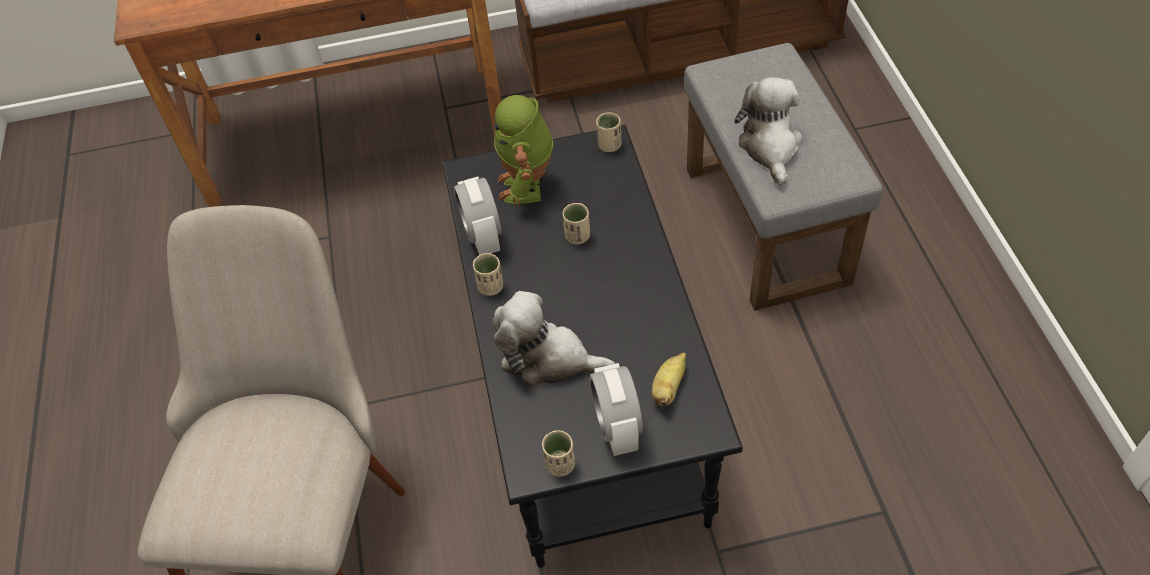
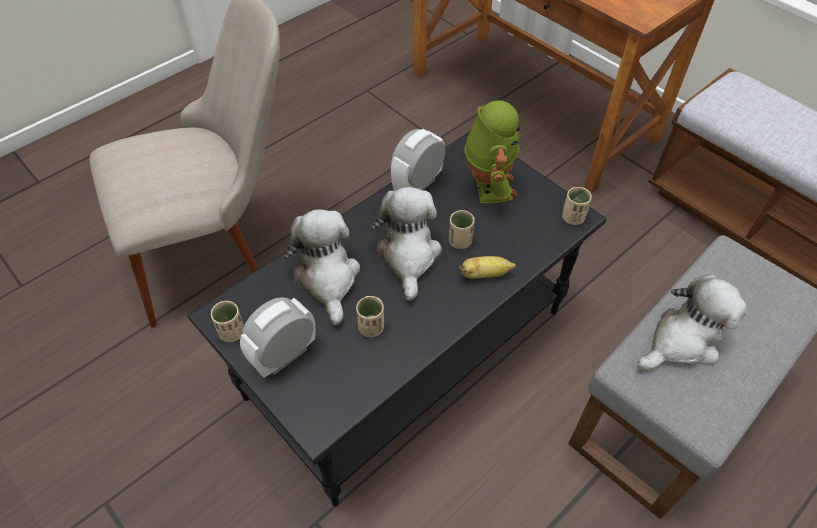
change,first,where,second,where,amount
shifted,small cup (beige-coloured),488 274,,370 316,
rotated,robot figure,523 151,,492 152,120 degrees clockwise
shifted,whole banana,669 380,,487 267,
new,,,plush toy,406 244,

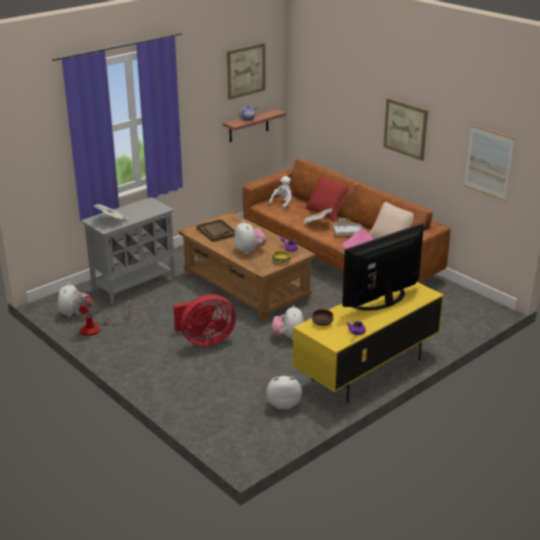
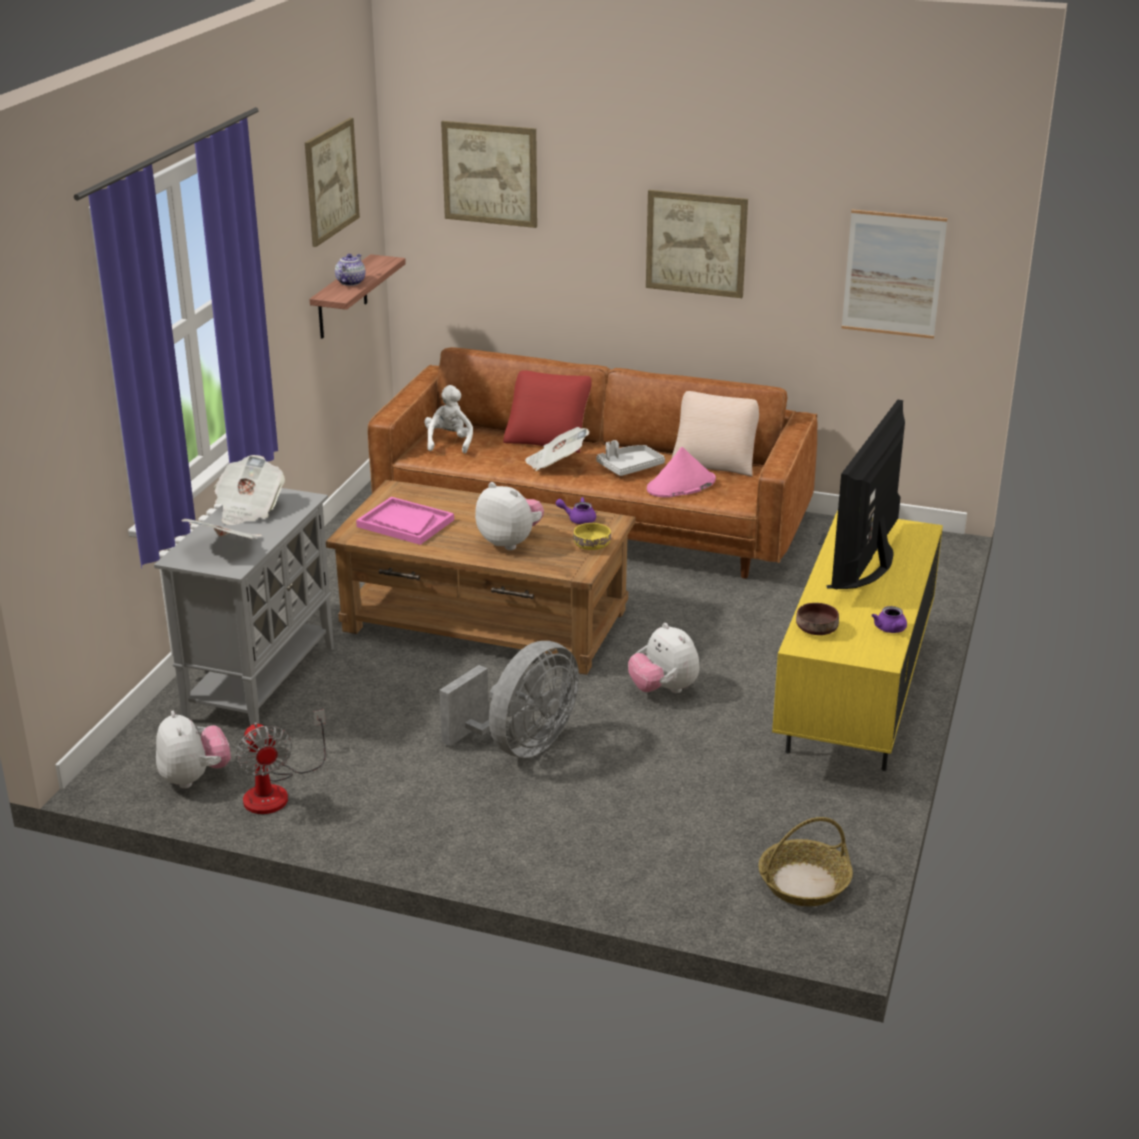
change,first,where,second,where,amount
repainted,cooling fan (red-coloured),204 320,cooling fan (grey),509 699,
repainted,serving tray (brown-coloured),215 230,serving tray (pinkish),405 521,
gone,plush toy,284 392,,,
new,,,printed paper,249 490,
new,,,picture,489 174,
new,,,household basket,806 861,

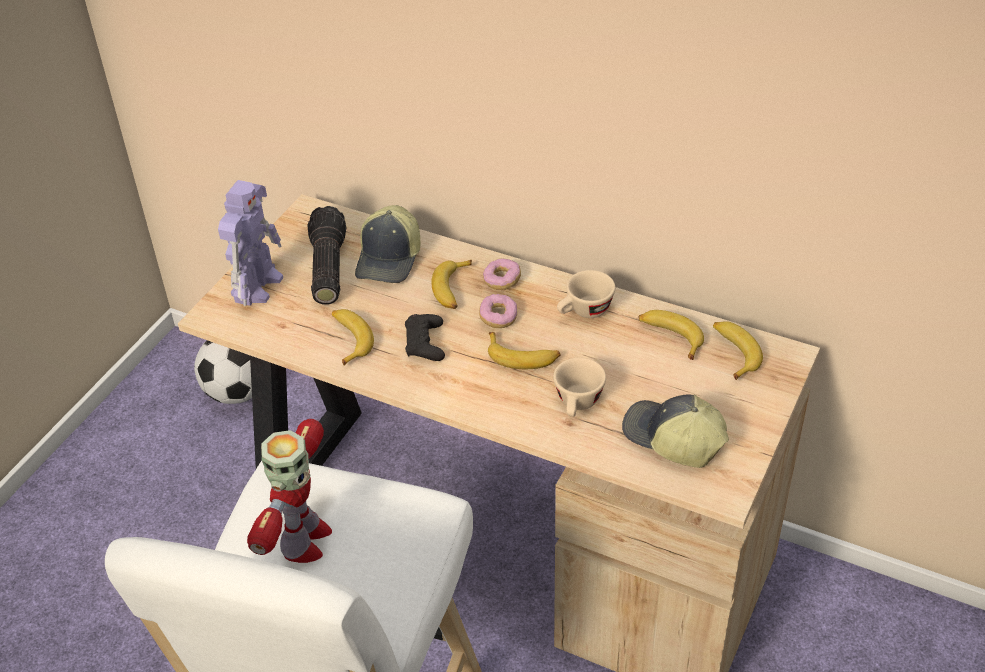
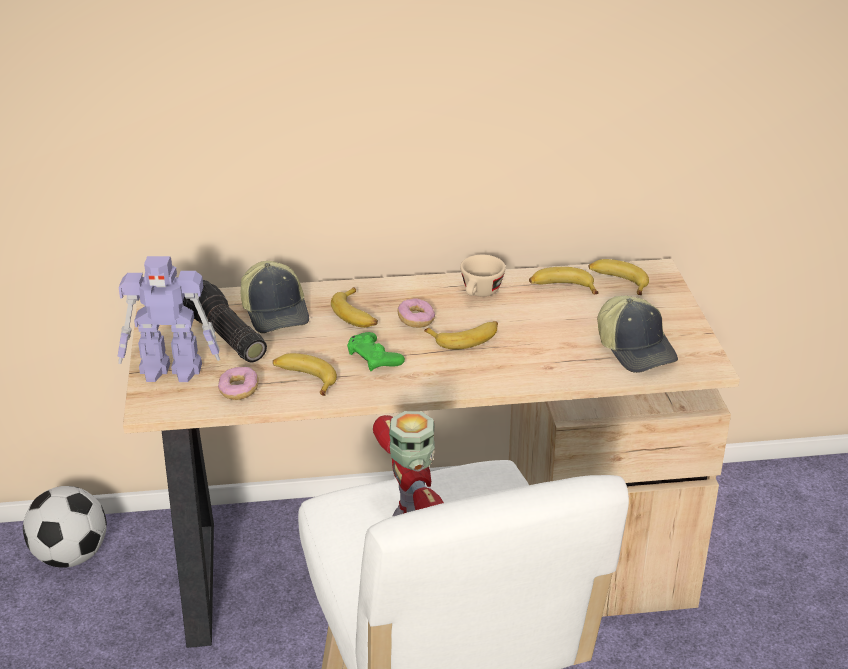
change,first,where,second,where,amount
rotated,robot figure,250 243,,169 319,105 degrees clockwise
repainted,gamepad (black-coloured),425 337,gamepad (green-coloured),376 351,
shifted,ring doughnut,502 274,,238 383,
gone,small cup (beige-coloured),579 387,,,
rotated,peaked cap,675 431,,637 334,120 degrees counterclockwise

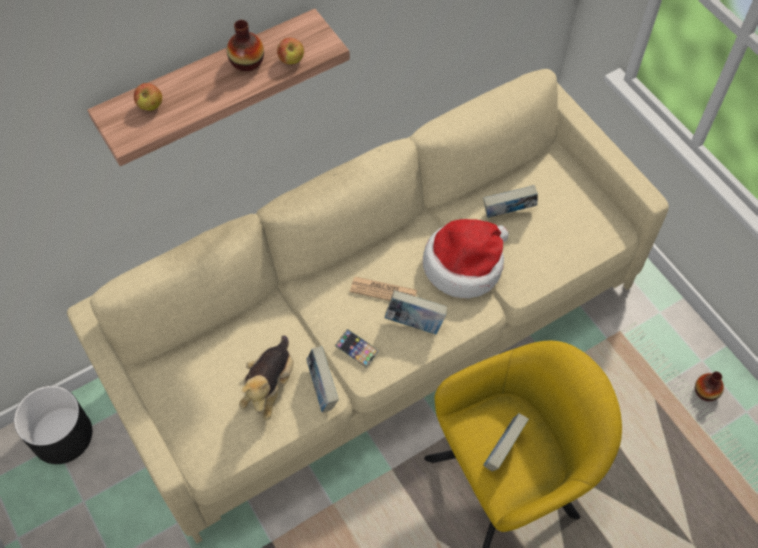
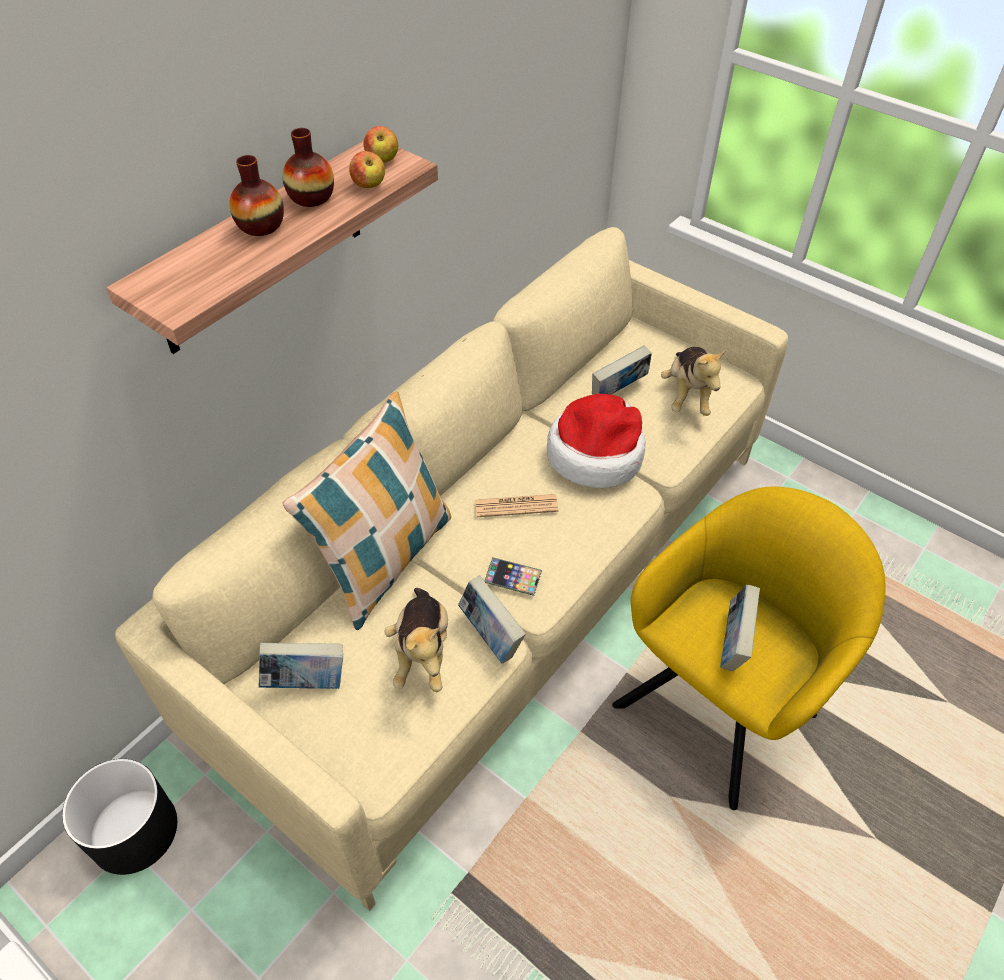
change,first,where,second,where,amount
shifted,apple fruit,148 97,,381 144,
shifted,volume,415 312,,301 666,
shifted,decorative vase,709 386,,256 195,
new,,,pillow,367 510,
new,,,plush toy,693 381,

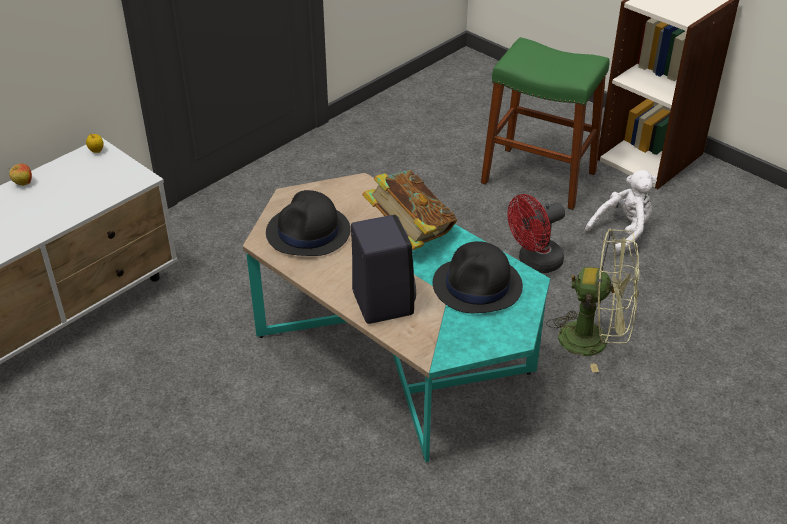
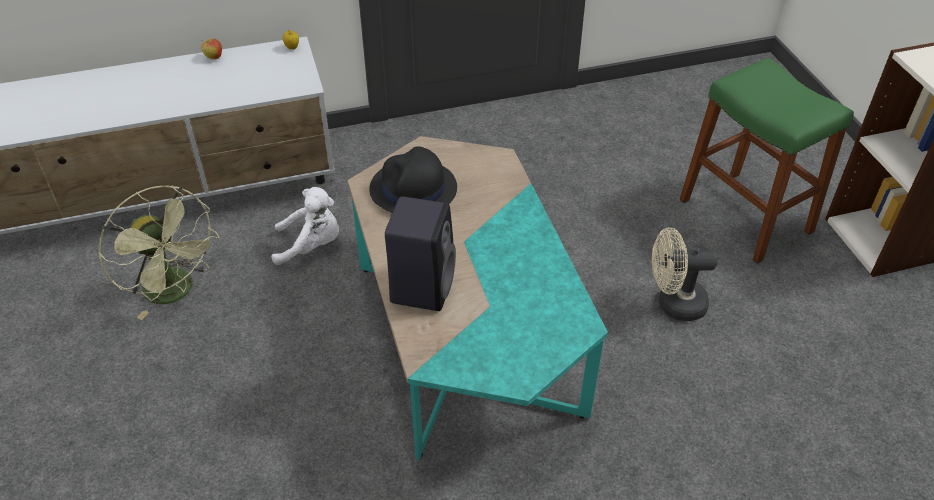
change,first,where,second,where,amount
gone,volume,409 210,,,
gone,clothing hat (black-coloured),478 277,,,
repainted,cooling fan (red-coloured),536 233,cooling fan (beige-coloured),685 274,
shifted,cooling fan (green-coloured),592 300,,158 252,
shifted,plush toy (white),621 212,,305 226,

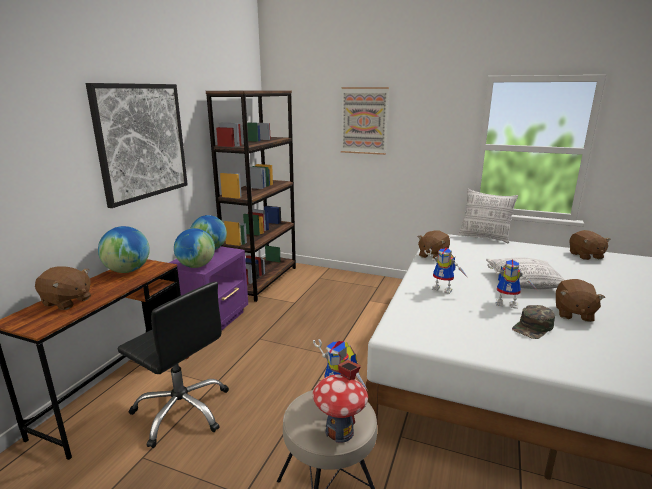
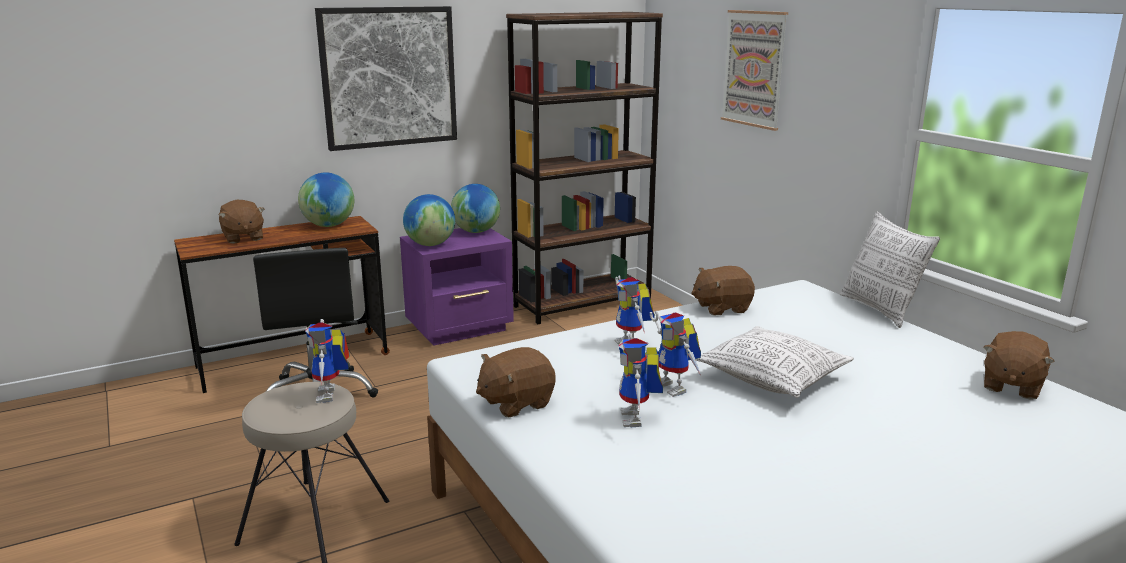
change,first,where,second,where,amount
gone,model house,340 401,,,
swapped,peaked cap (green-coloured),533 322,robot figure,640 380,
shifted,plush toy (brown-coloured),580 300,,516 382,

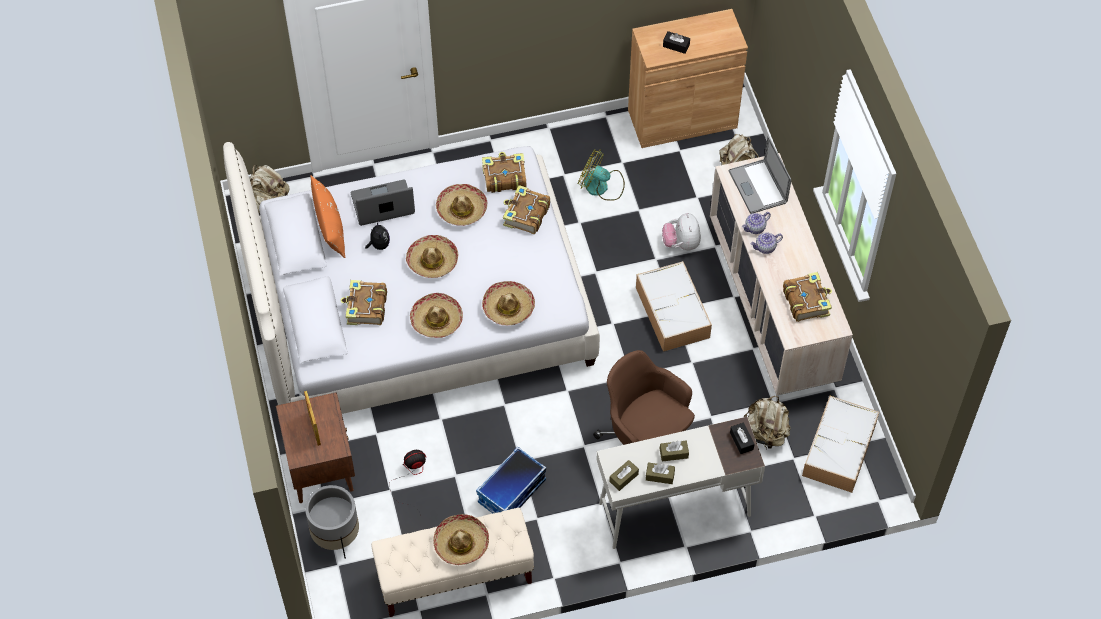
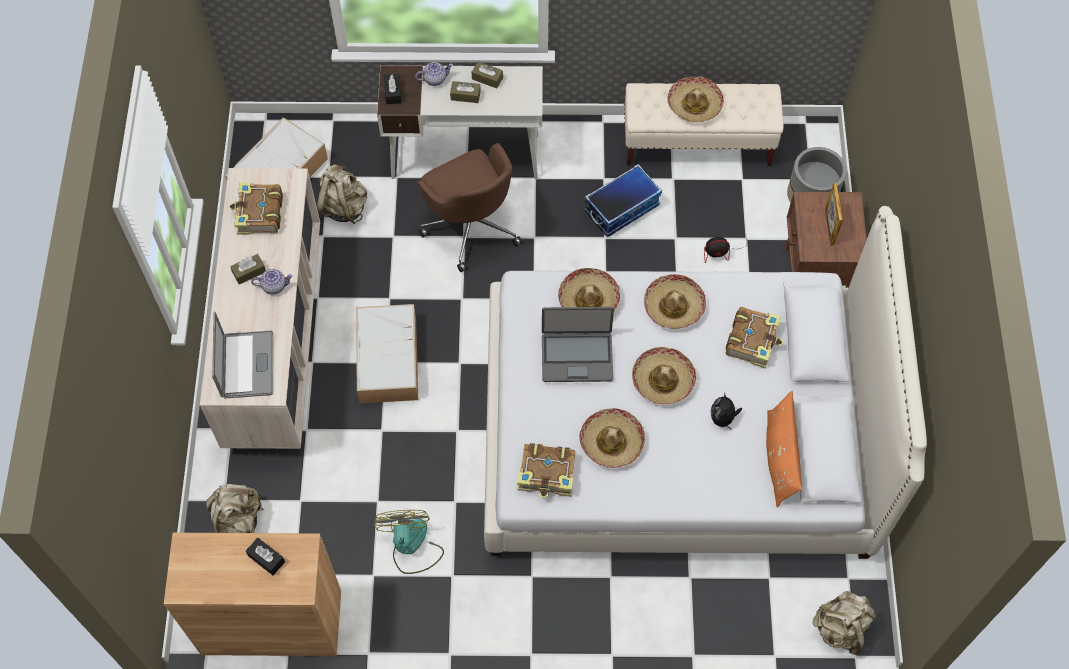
change,first,where,second,where,amount
shifted,notebook computer,383 203,,578 344,
gone,volume,526 209,,,
rotated,cooling fan,601 175,,408 542,135 degrees counterclockwise
shifted,tissue box (brown-coloured),624 475,,248 269,
gone,plush toy,681 231,,,
shifted,teapot,756 223,,434 74,

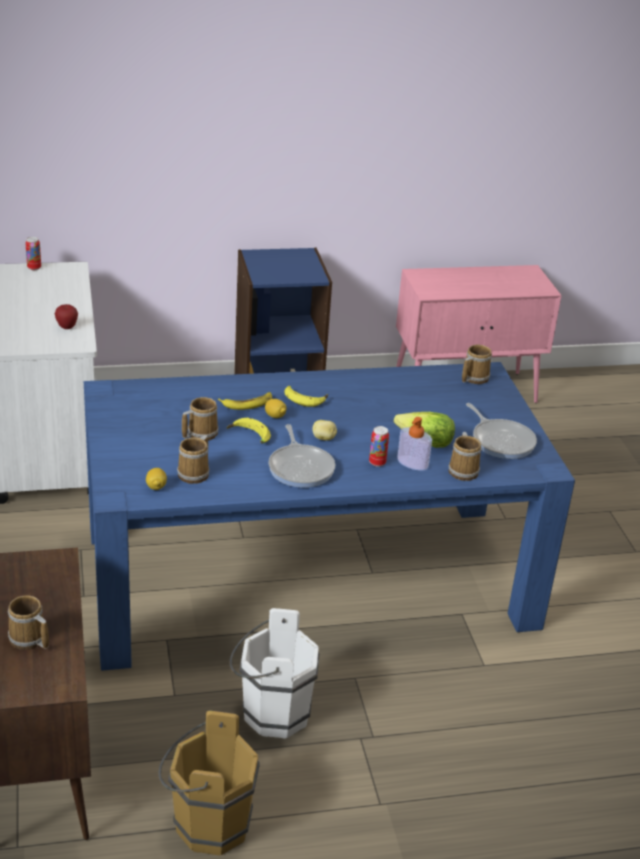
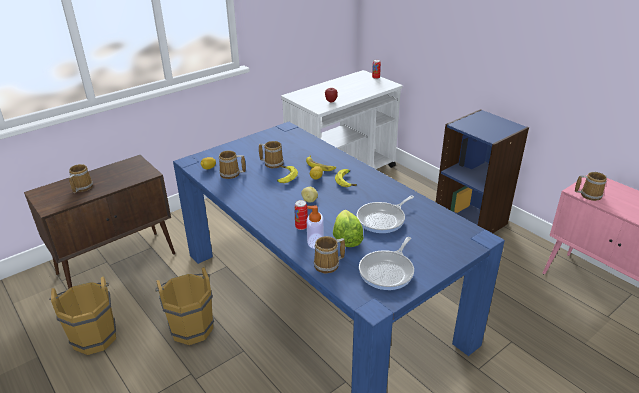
change,first,where,second,where,amount
repainted,bucket (white),275 673,bucket (brown-coloured),184 306,
shifted,frying pan,301 456,,385 214,
shifted,mug,477 364,,591 186,

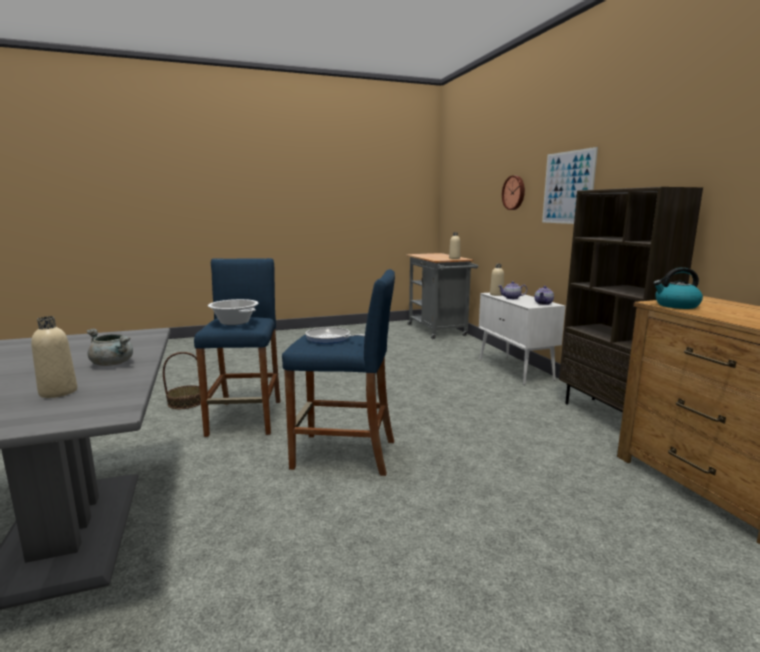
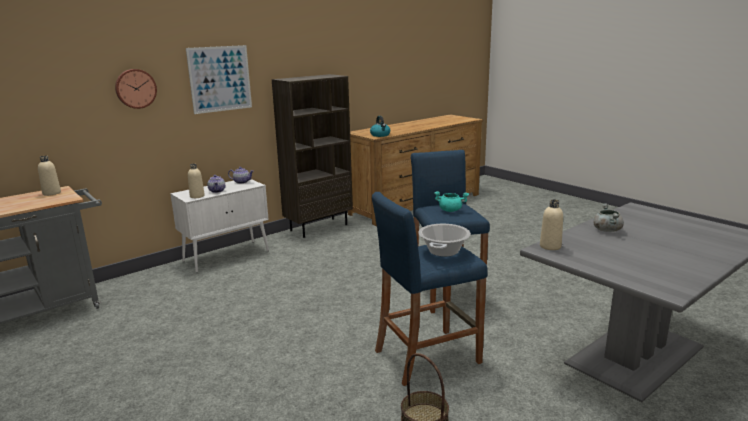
change,first,where,second,where,amount
shifted,drink bottle (beige-coloured),54 357,,551 224,
swapped,frying pan,335 335,saucepot (turquoise),451 201,

